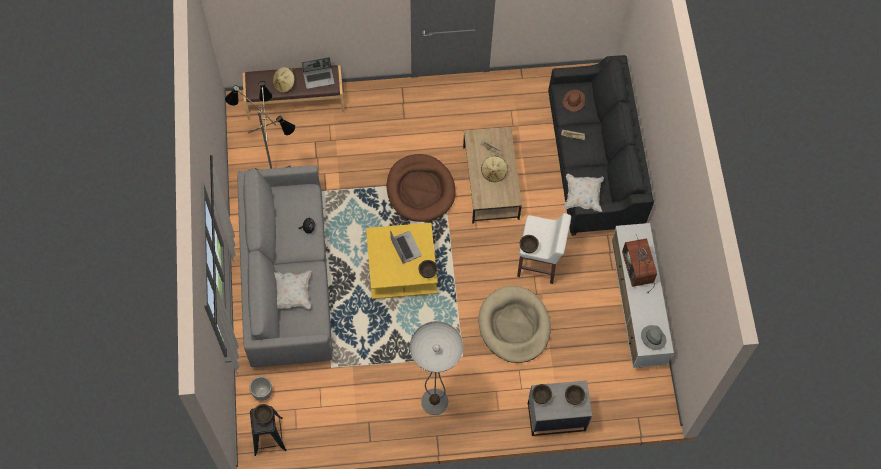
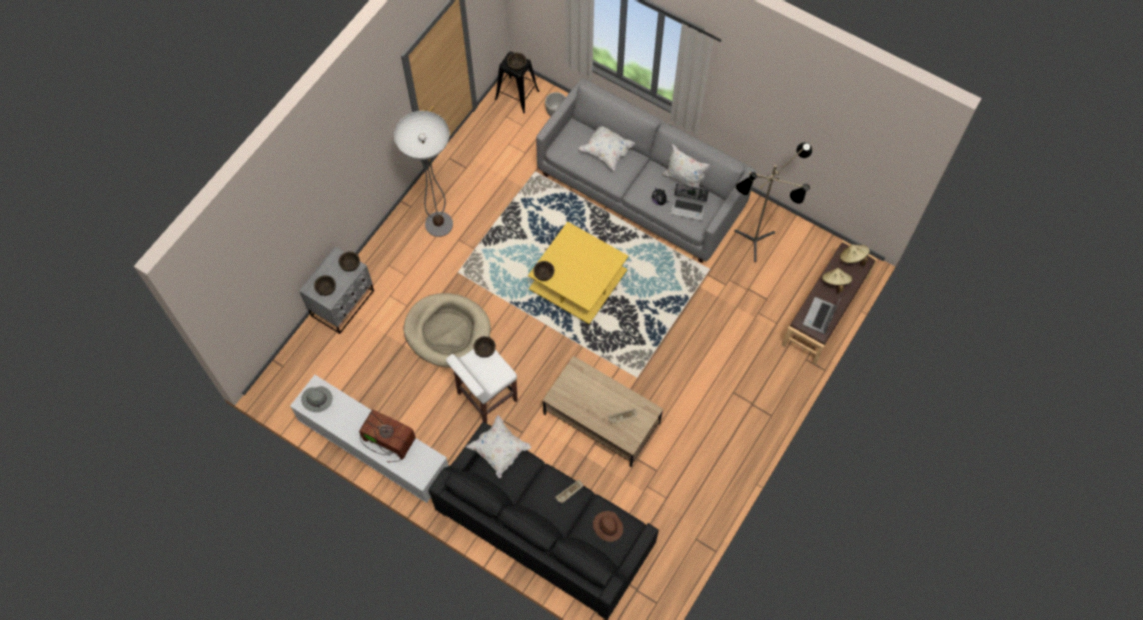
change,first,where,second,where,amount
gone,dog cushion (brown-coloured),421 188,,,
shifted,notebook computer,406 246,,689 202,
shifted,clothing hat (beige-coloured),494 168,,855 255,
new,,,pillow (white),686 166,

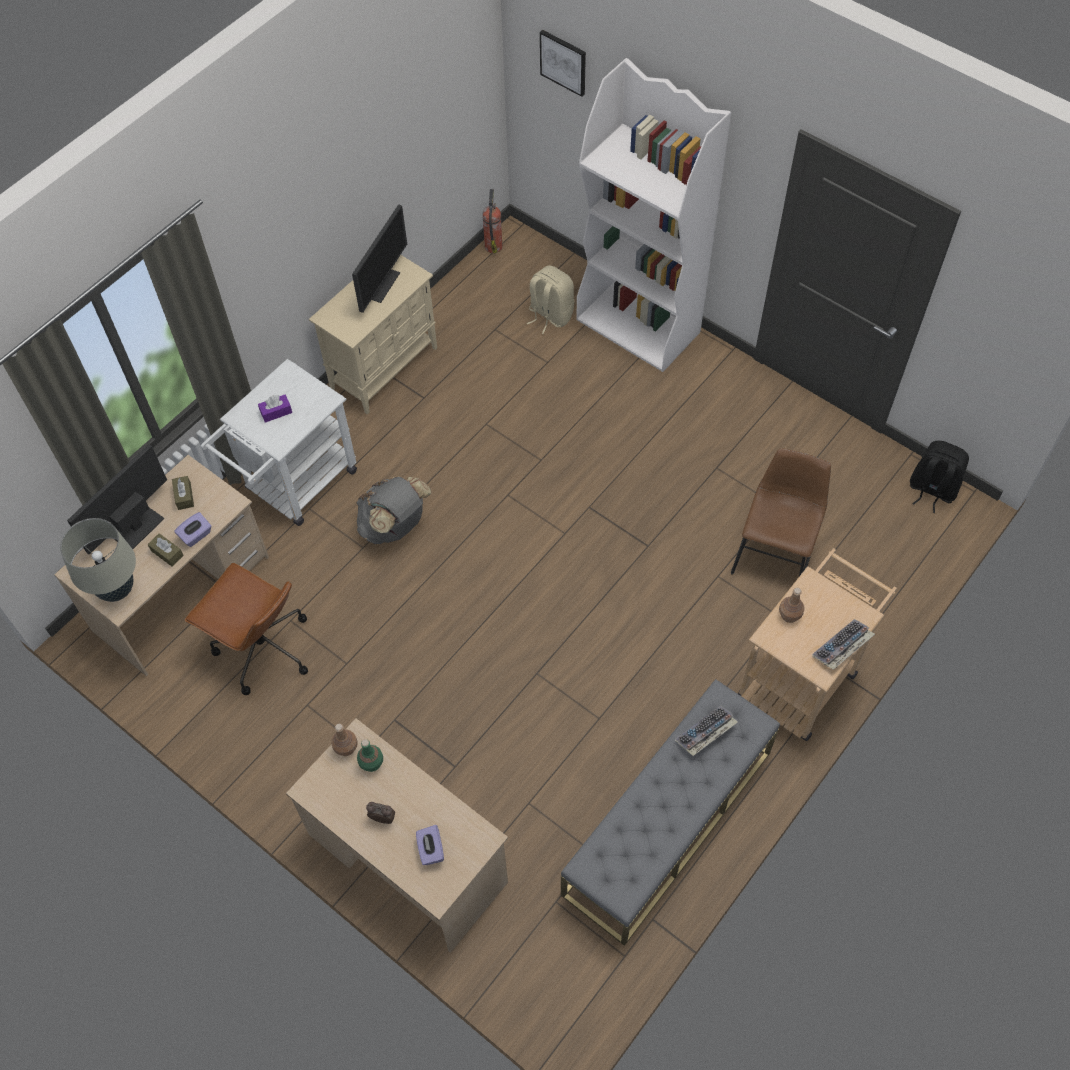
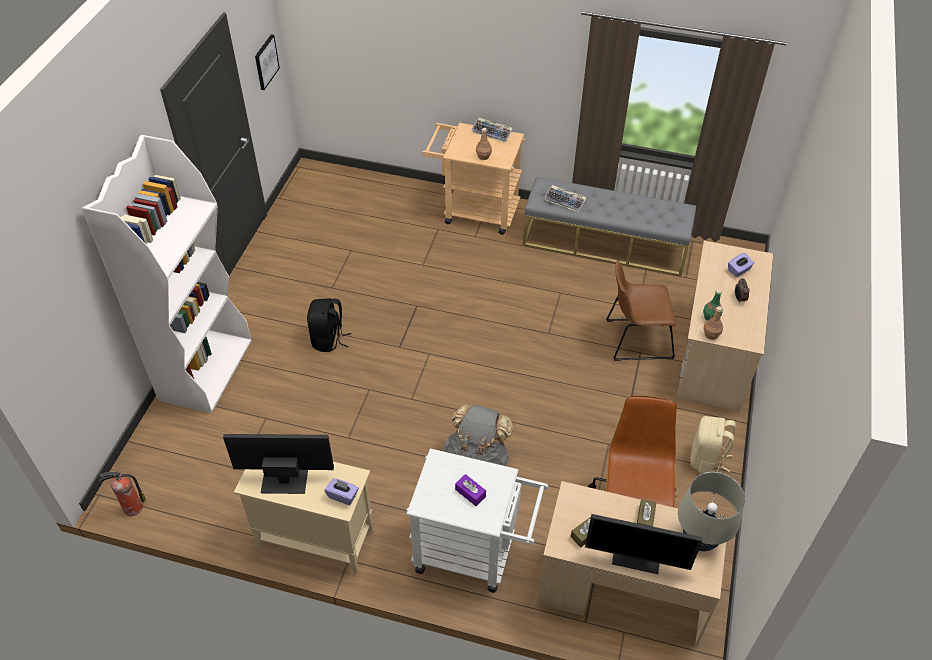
change,first,where,second,where,amount
shifted,tissue box (purple),193 529,,342 491,
shifted,rucksack (beige-coloured),550 299,,713 444,
shifted,picture,563 63,,267 62,
shifted,upright chair (brown-coloured),781 512,,641 311,
shifted,rucksack (black-coloured),939 477,,329 325,

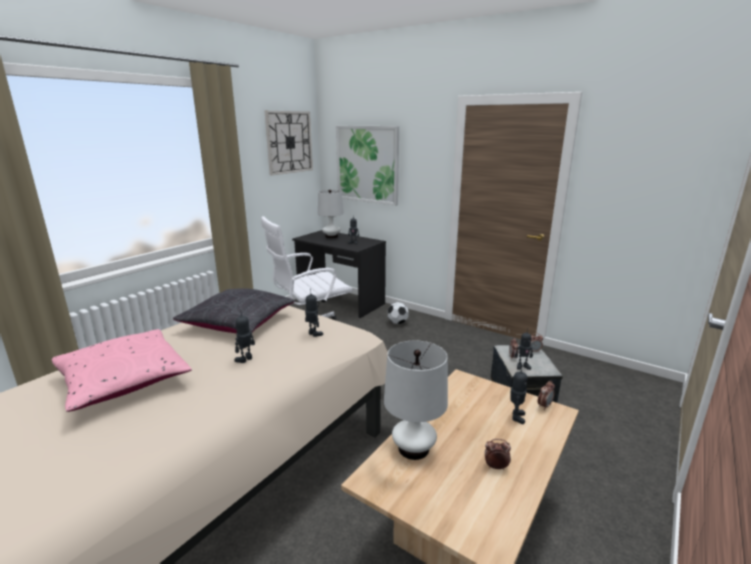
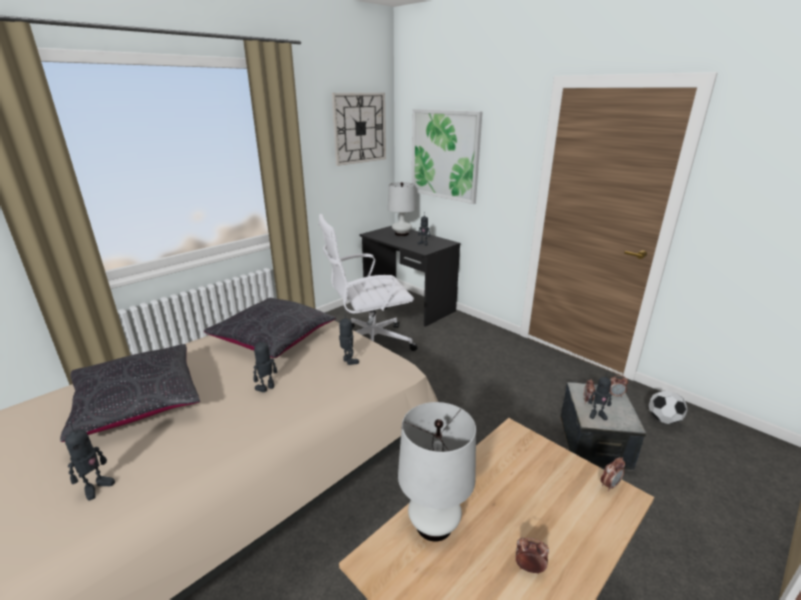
change,first,where,second,where,amount
repainted,pillow (pinkish),122 370,pillow (black-coloured),130 393,
shifted,football ball,398 313,,668 407,
shifted,robot figure,519 396,,90 462,

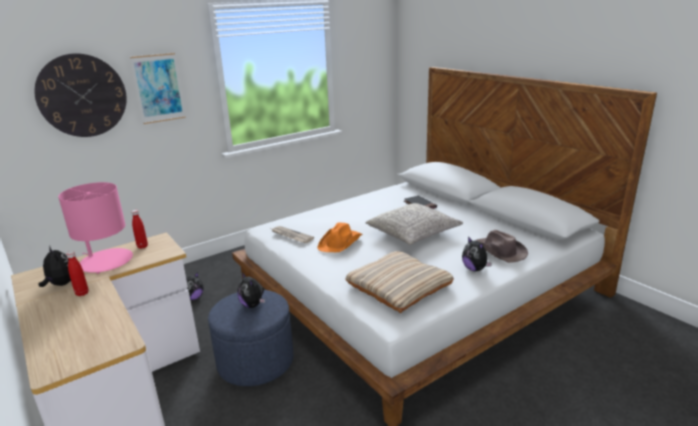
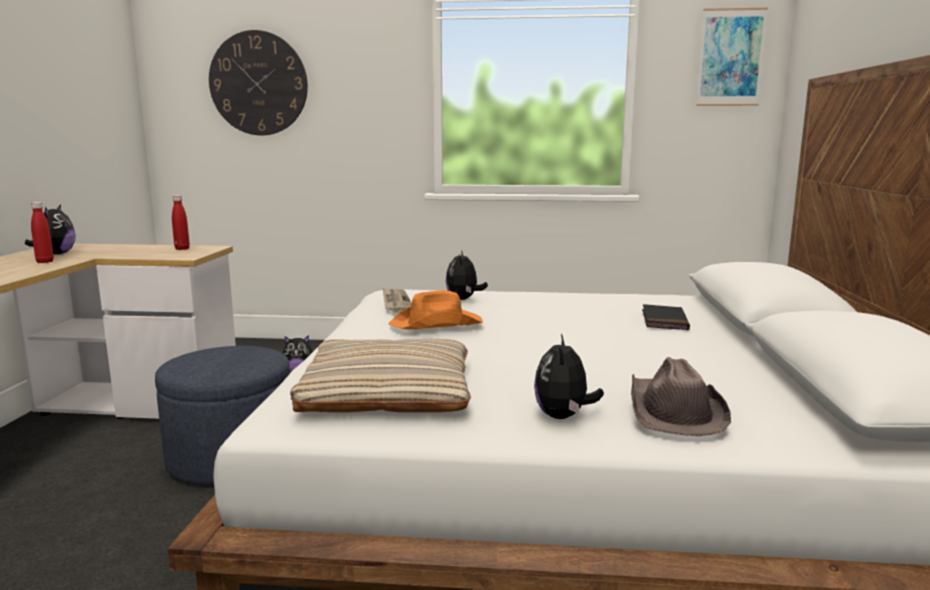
change,first,where,second,where,amount
gone,tabletop lamp (pinkish),95 228,,,
shifted,picture,158 88,,732 57,
shifted,plush toy,251 290,,467 275,
gone,pillow (grey),414 224,,,

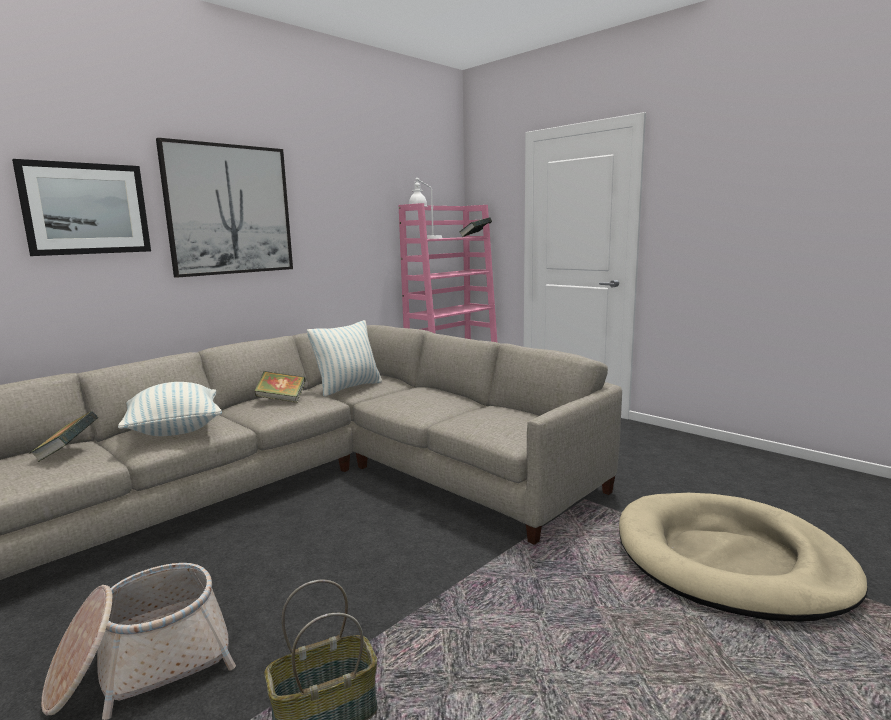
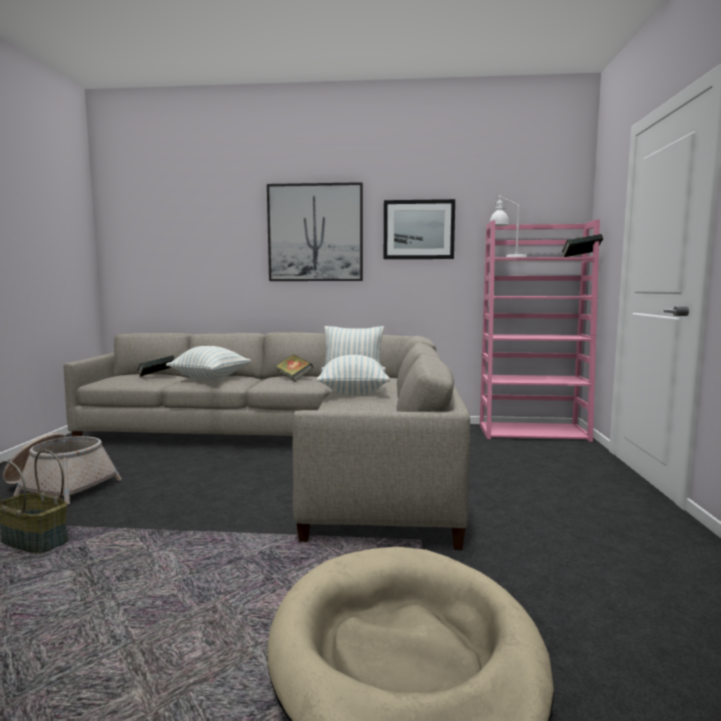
change,first,where,second,where,amount
shifted,picture,81 207,,419 229,
new,,,pillow,353 375,

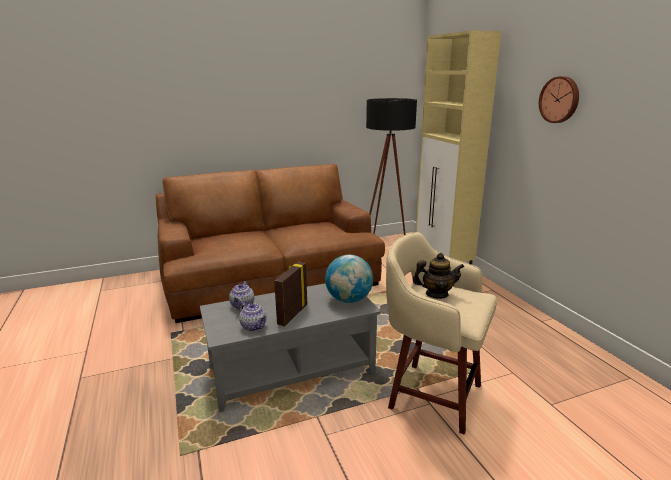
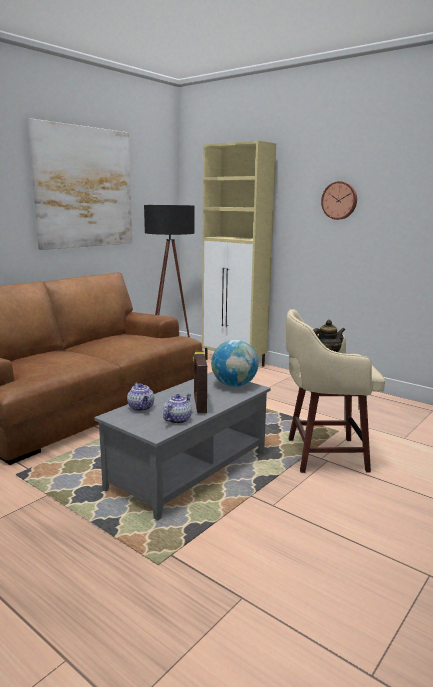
change,first,where,second,where,amount
rotated,teapot,253 316,,177 409,75 degrees counterclockwise
new,,,picture,80 184,

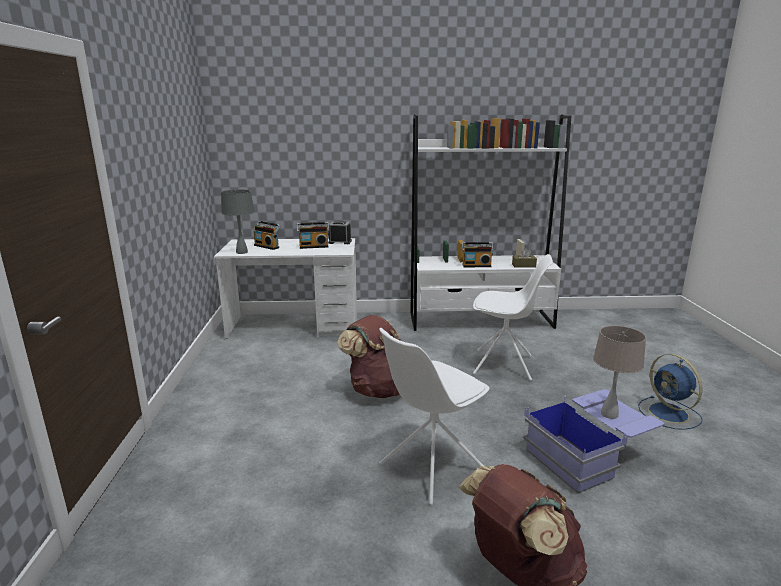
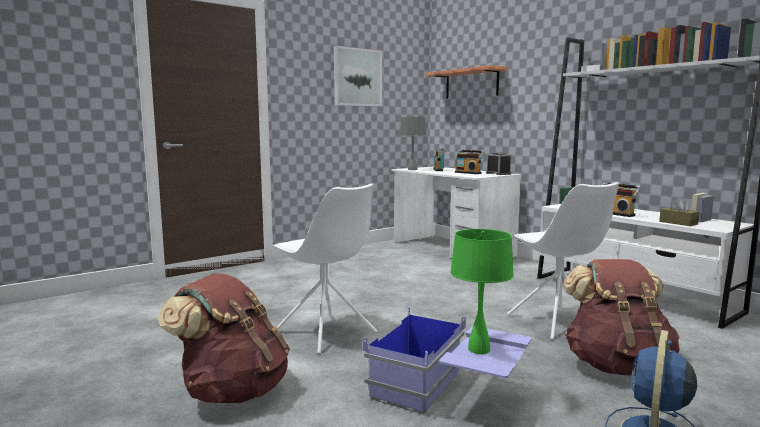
change,first,where,second,where,amount
shifted,rucksack (brown-coloured),369 356,,621 317,
rotated,upright chair (white),434 416,,325 268,150 degrees counterclockwise
repainted,tabletop lamp (beige-coloured),619 372,tabletop lamp (green-coloured),482 291,
new,,,picture,358 76,
new,,,wall shelf,466 82,

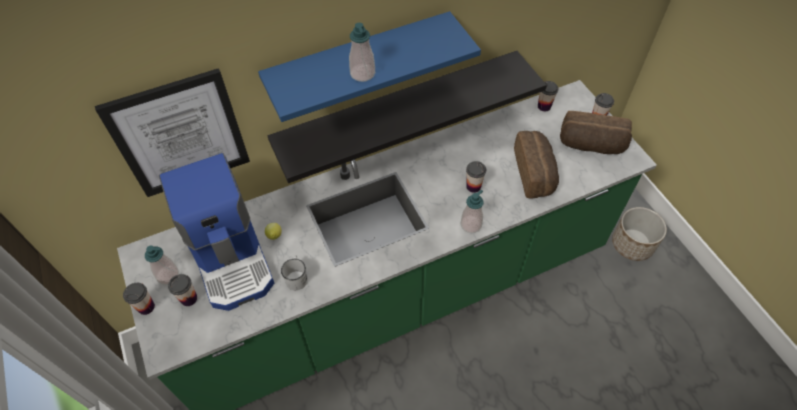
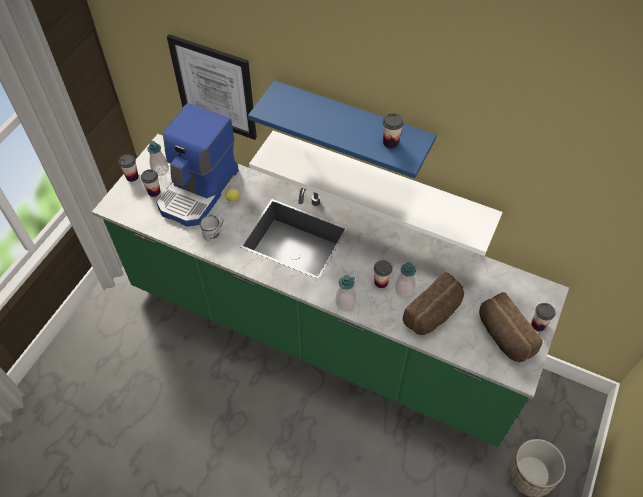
change,first,where,second,where,amount
repainted,wall shelf (black-coloured),407 117,wall shelf (white),376 193,
shifted,soap bottle,362 52,,405 279,
shifted,small cup,548 96,,393 131,

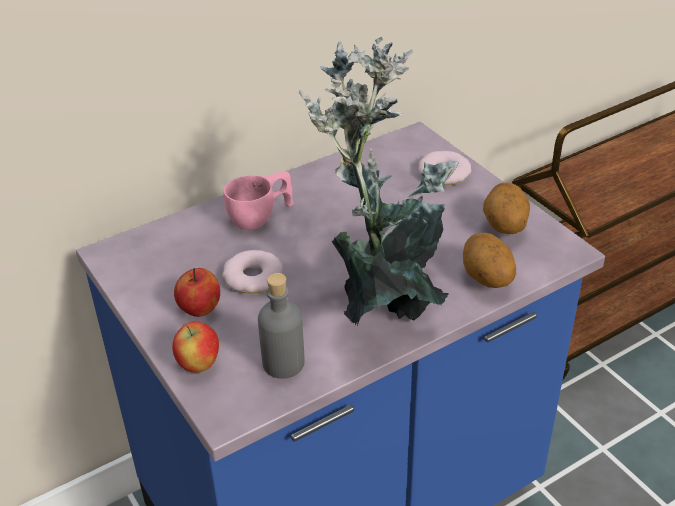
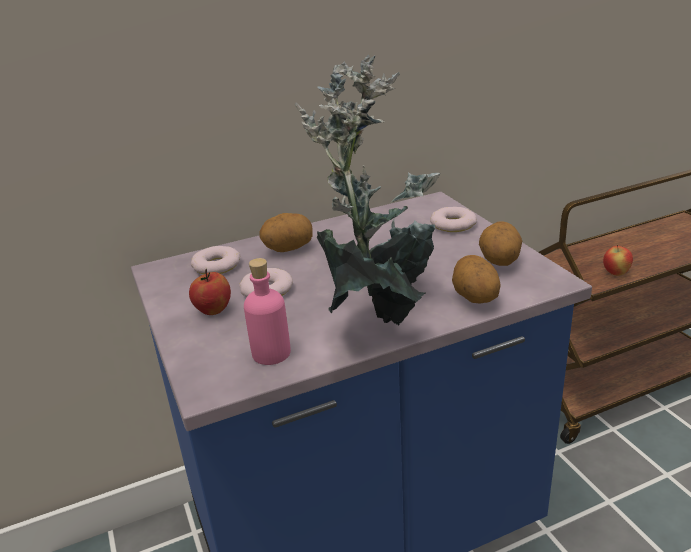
change,first,where,second,where,amount
shifted,apple fruit,195 347,,618 260,
swapped,small cup (pinkish),258 200,spud,286 232,
repainted,drink bottle (grey),281 326,drink bottle (pinkish),267 311,
new,,,ring doughnut,215 260,

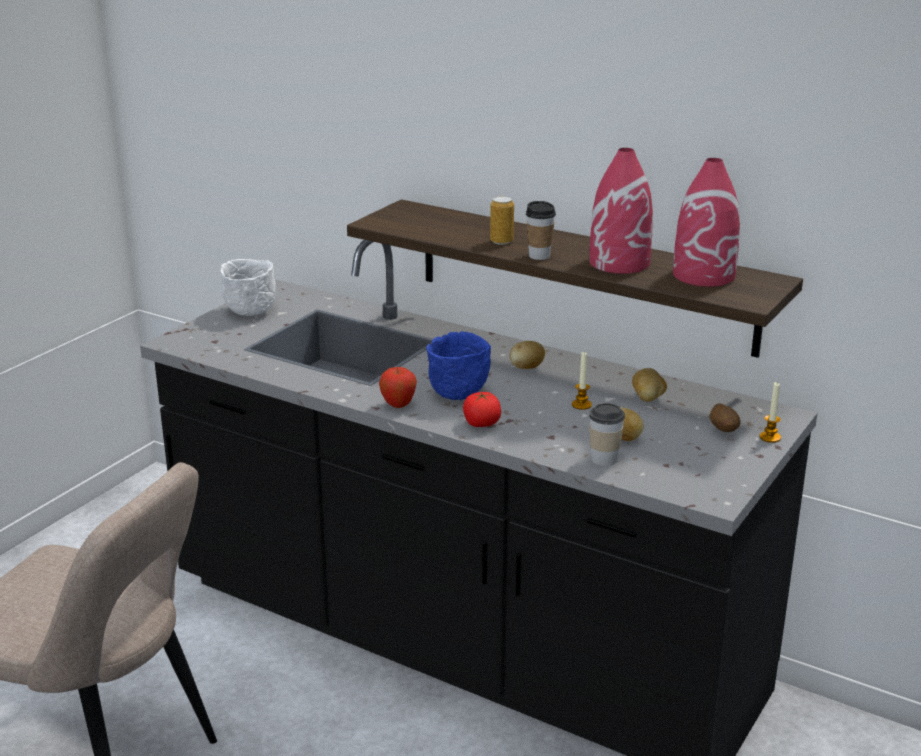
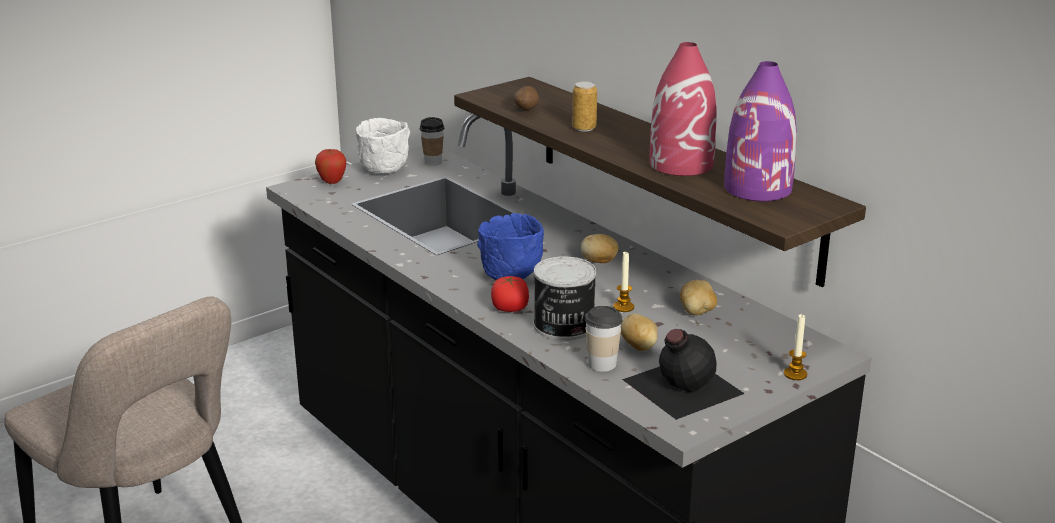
change,first,where,second,where,amount
shifted,apple fruit,398 387,,330 166,
shifted,small cup,541 230,,431 141,
repainted,decorative vase (red-coloured),706 222,decorative vase (purple),760 131,
shifted,spud,725 417,,526 98,
new,,,metal can,565 298,
new,,,drink bottle (black-coloured),683 374,

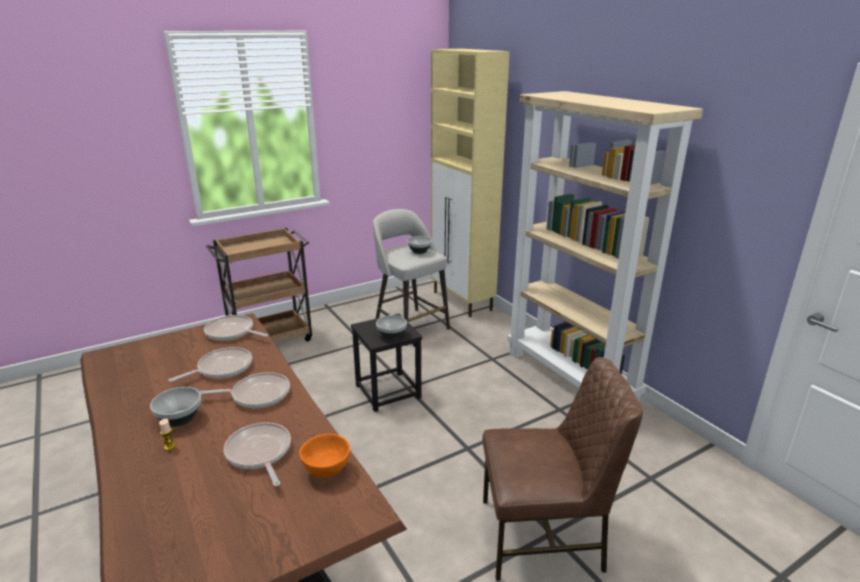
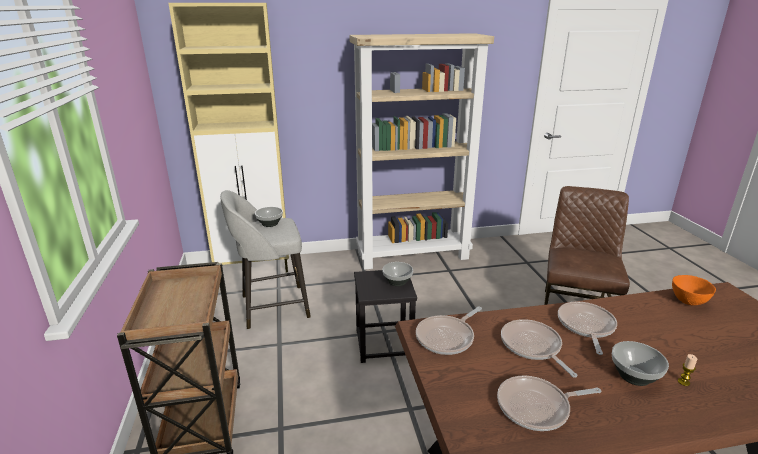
change,first,where,second,where,amount
shifted,frying pan,257 454,,549 403,

